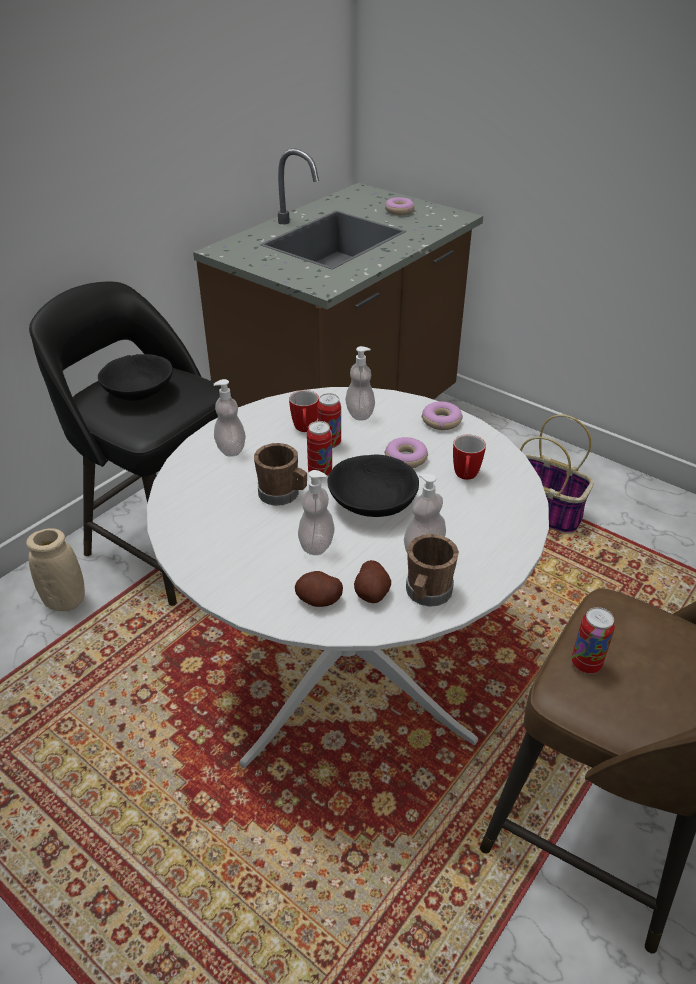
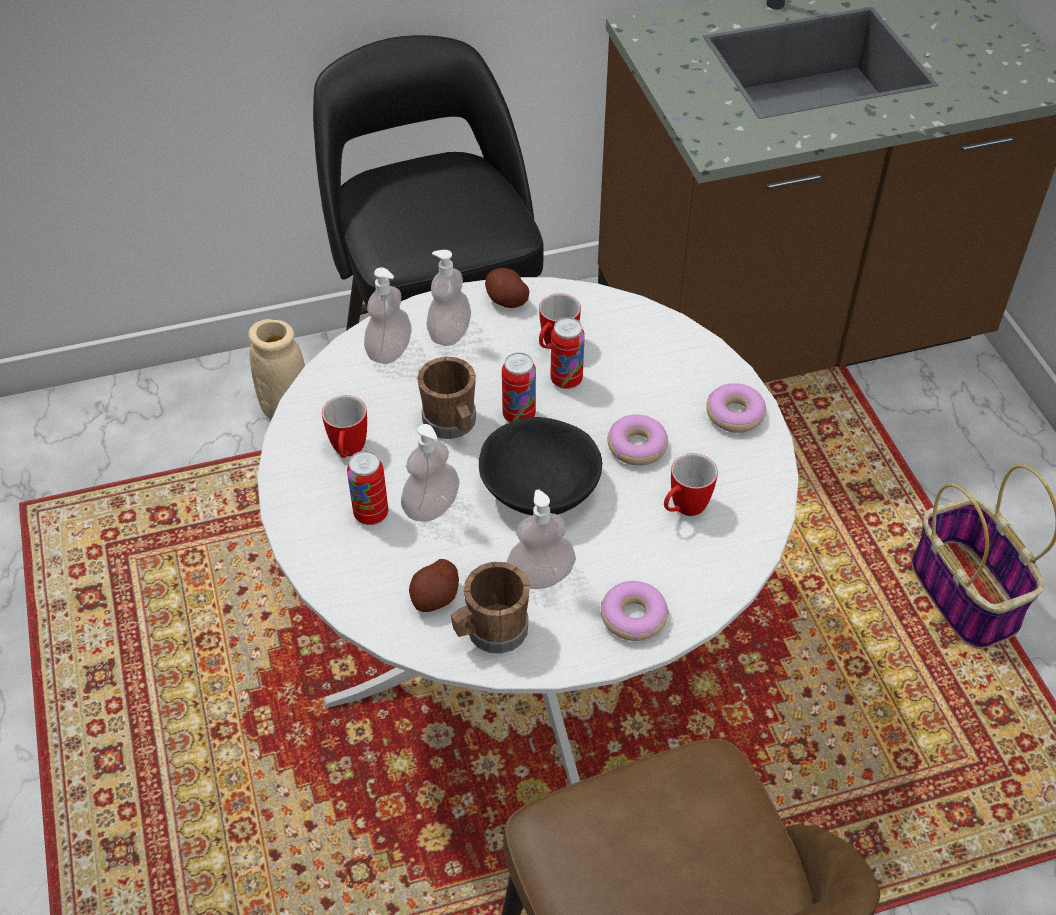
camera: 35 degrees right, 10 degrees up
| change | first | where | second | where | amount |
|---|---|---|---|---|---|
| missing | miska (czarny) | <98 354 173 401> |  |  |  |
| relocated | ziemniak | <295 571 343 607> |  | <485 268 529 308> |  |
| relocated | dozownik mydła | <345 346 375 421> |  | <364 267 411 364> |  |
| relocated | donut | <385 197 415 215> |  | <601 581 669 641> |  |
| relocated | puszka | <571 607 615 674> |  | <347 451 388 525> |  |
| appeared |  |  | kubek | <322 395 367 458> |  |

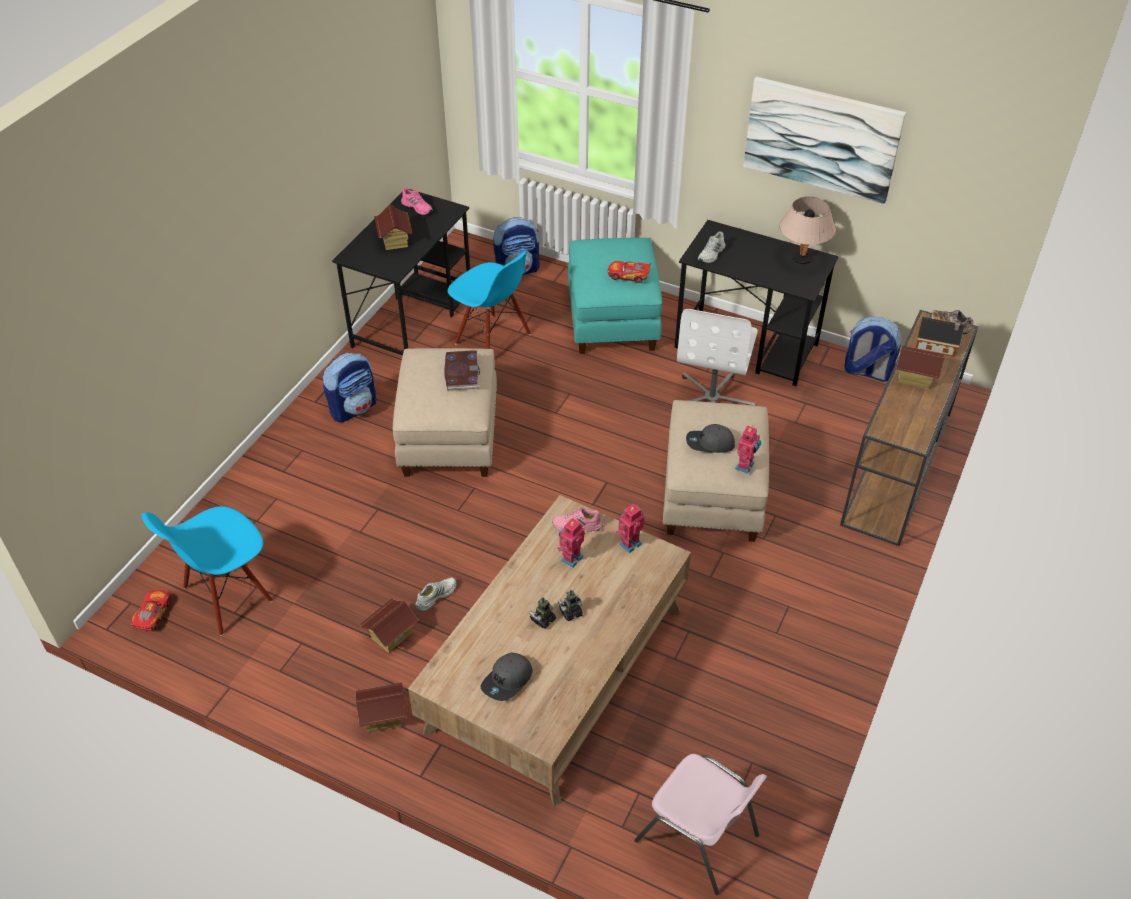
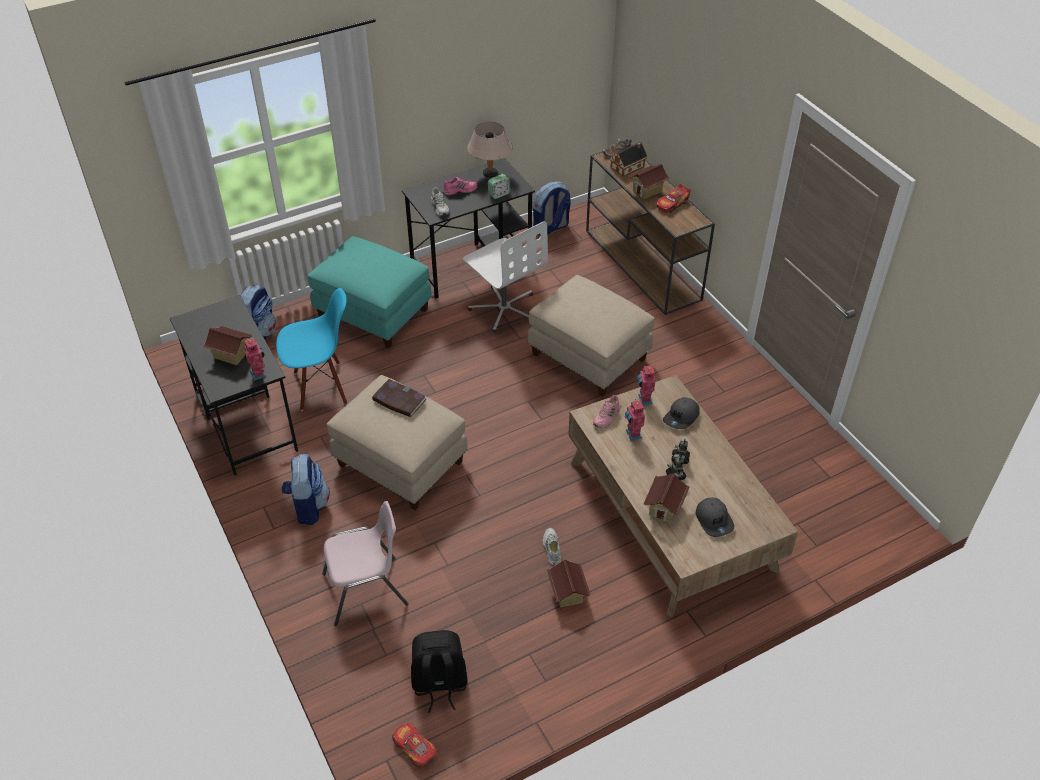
camera: 55 degrees left, 0 degrees up
| change | first | where | second | where | amount |
|---|---|---|---|---|---|
| exchanged | krzesło (niebieski) | <142 506 273 636> | plecak (czarny) | <411 630 468 713> |  |
| relocated | domek | <356 683 407 732> |  | <644 473 690 522> |  |
| relocated | but (różowy) | <401 187 433 215> |  | <442 177 478 195> |  |
| relocated | samochodzik | <608 261 651 283> |  | <656 184 691 213> |  |
| relocated | krzesło (różowy) | <635 754 767 895> |  | <322 501 409 627> |  |
| relocated | czapka z daszkiem (szary) | <686 424 735 453> |  | <663 397 700 429> |  |
| relocated | robot zabawkowy | <735 425 761 474> |  | <245 337 266 381> |  |
| missing | obraz | <743 77 906 204> |  |  |  |
| appeared |  |  | budzik | <488 174 510 199> |  |

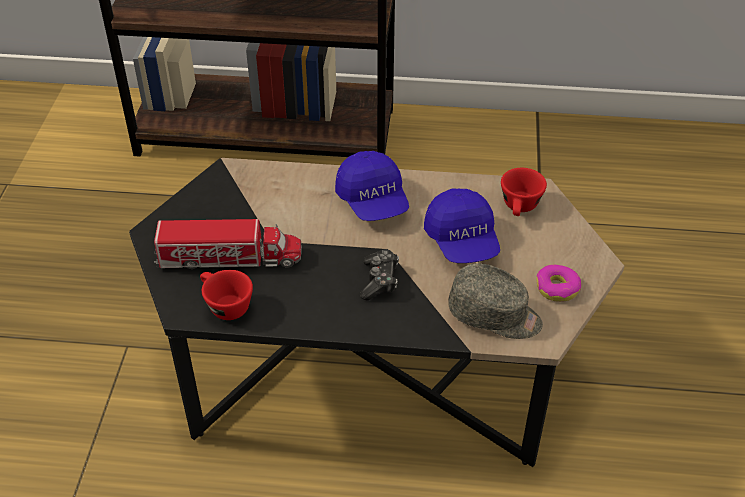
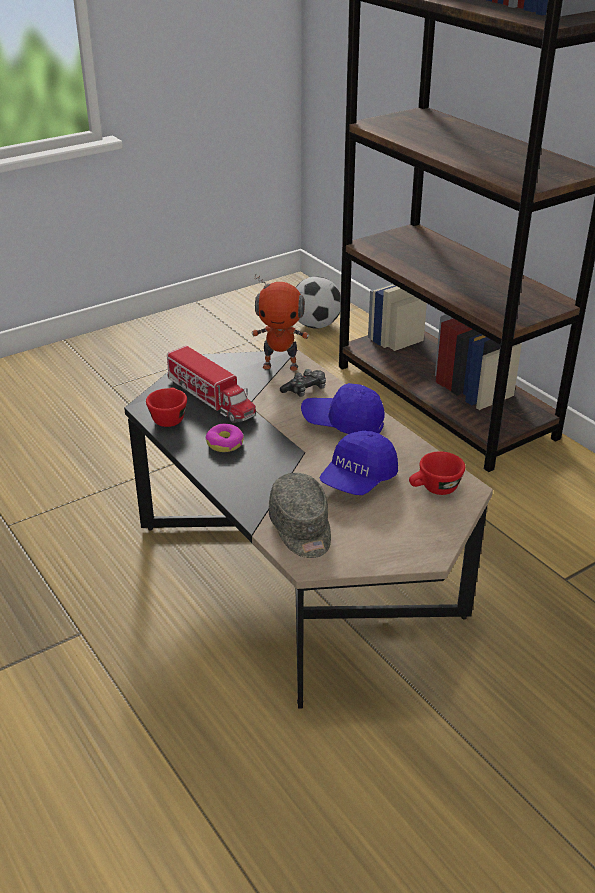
camera: 50 degrees right, 10 degrees down
| change | first | where | second | where | amount |
|---|---|---|---|---|---|
| spun | czapka z daszkiem (niebieski) | <335 151 409 221> |  | <301 383 384 434> | 75 degrees clockwise |
| relocated | pad do gier | <360 249 399 301> |  | <280 369 326 397> |  |
| relocated | donut | <536 265 581 302> |  | <206 424 244 452> |  |
| appeared |  |  | robot zabawkowy | <252 273 309 371> |  |
| appeared |  |  | piłka futbolowa | <295 276 341 328> |  |

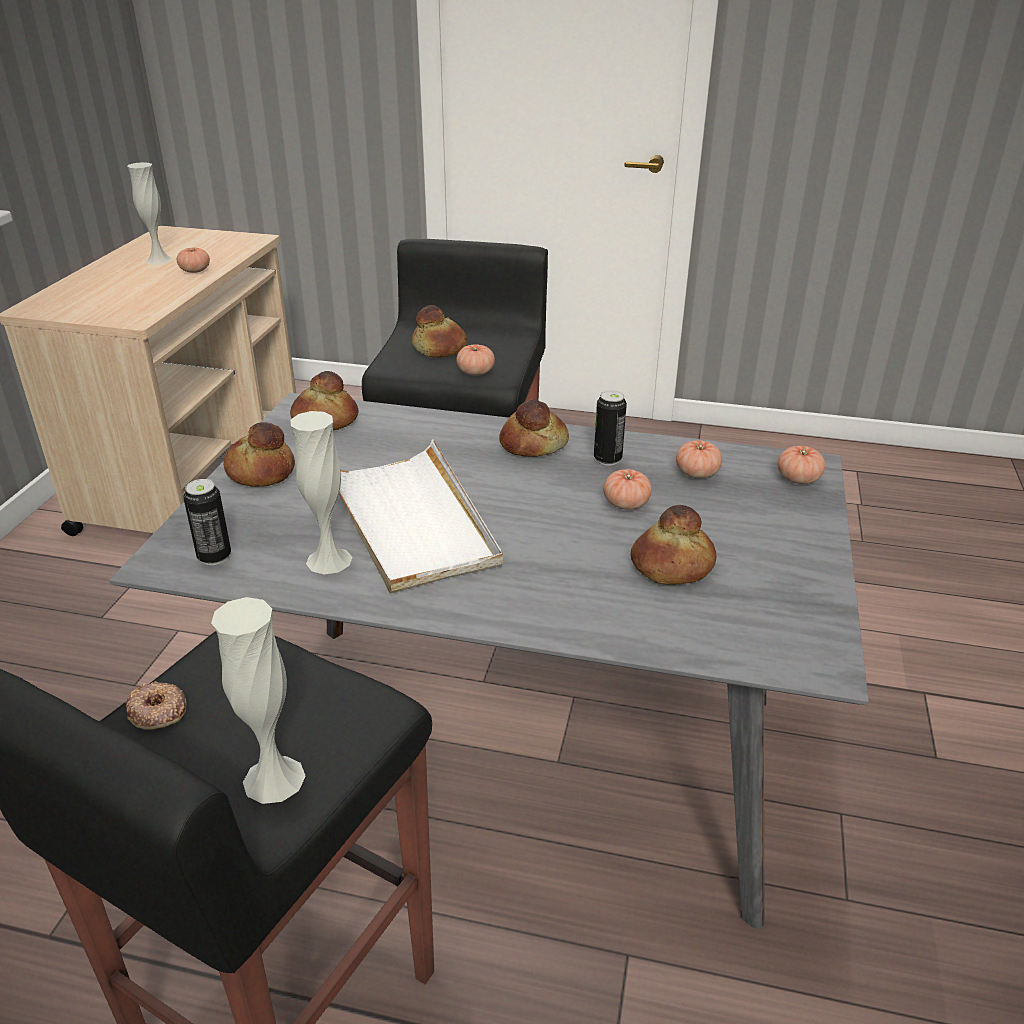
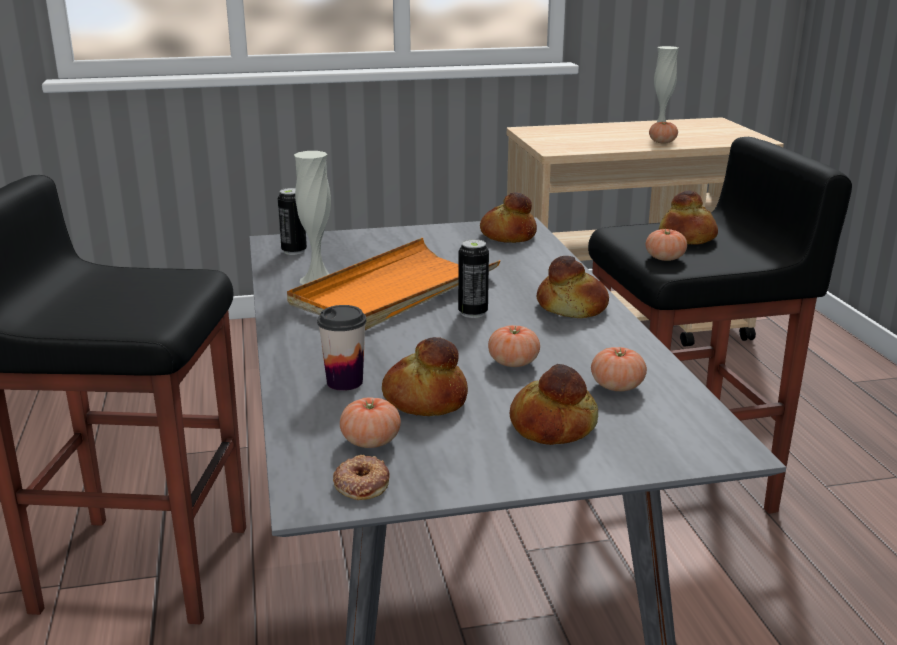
camera: 65 degrees right, 10 degrees down
| change | first | where | second | where | amount |
|---|---|---|---|---|---|
| relocated | donut | <126 681 187 730> |  | <333 455 390 500> |  |
| missing | wazon (biały) | <211 597 306 804> |  |  |  |
| relocated | chleb | <223 422 295 487> |  | <510 364 598 445> |  |
| colour | taca (biały) | <339 439 503 594> | taca (pomarańczowy) | <287 238 500 330> |  |
| relocated | puszka | <594 390 627 466> |  | <458 239 489 318> |  |
| relocated | pomidor | <777 446 825 484> |  | <340 397 401 448> |  |
| appeared |  |  | filiżanka | <317 305 367 391> |  |

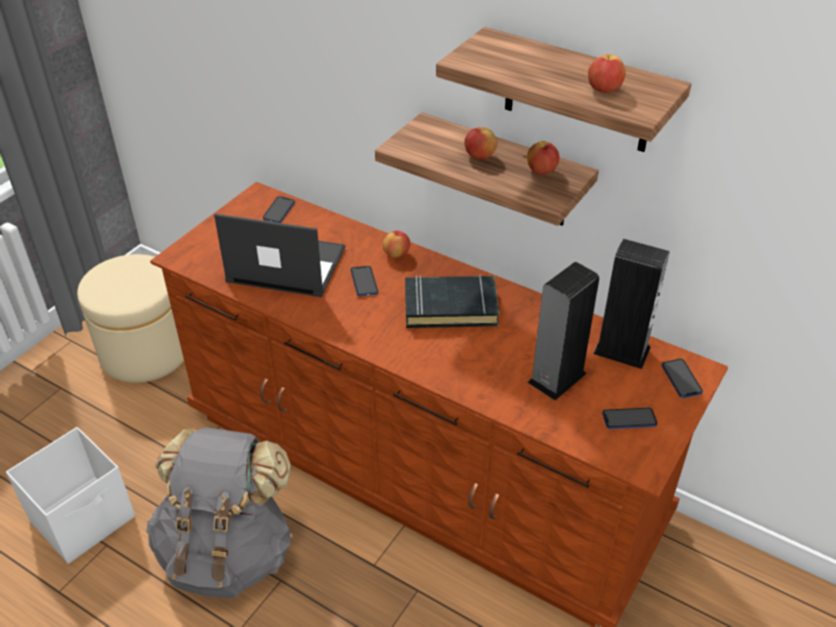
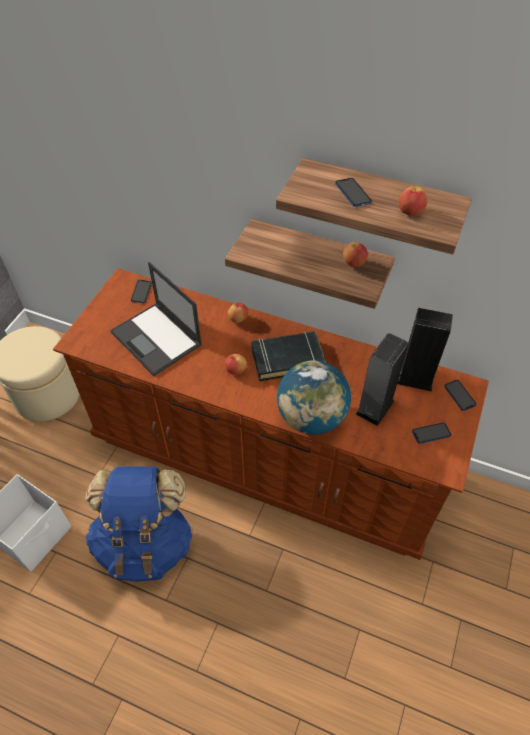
camera: 10 degrees left, 10 degrees up
| change | first | where | second | where | amount |
|---|---|---|---|---|---|
| colour | plecak (szary) | <146 427 293 598> | plecak (niebieski) | <85 466 193 581> |  |
| spun | laptop | <214 213 346 297> |  | <110 262 202 376> | 135 degrees counterclockwise |
| relocated | telefon | <350 266 378 296> |  | <335 178 372 207> |  |
| relocated | jabłko | <465 127 497 159> |  | <225 354 247 375> |  |
| appeared |  |  | globus | <277 360 351 435> |  |

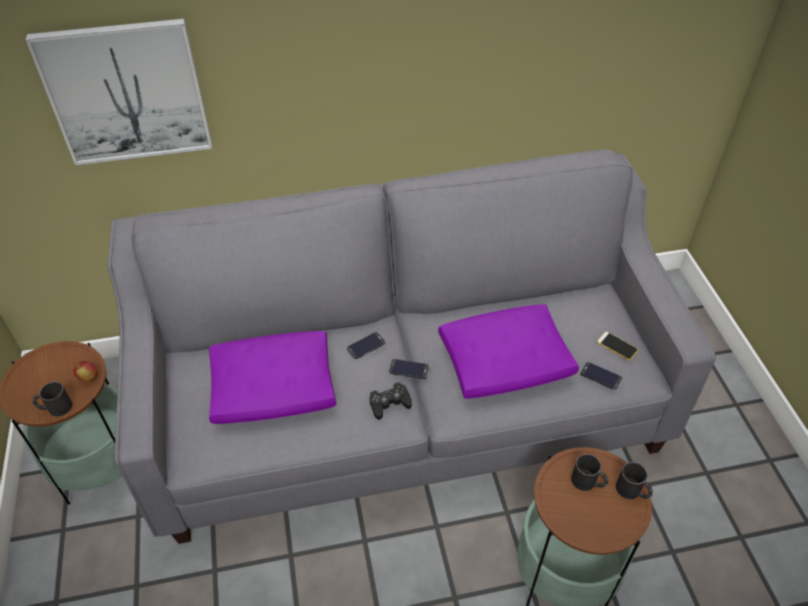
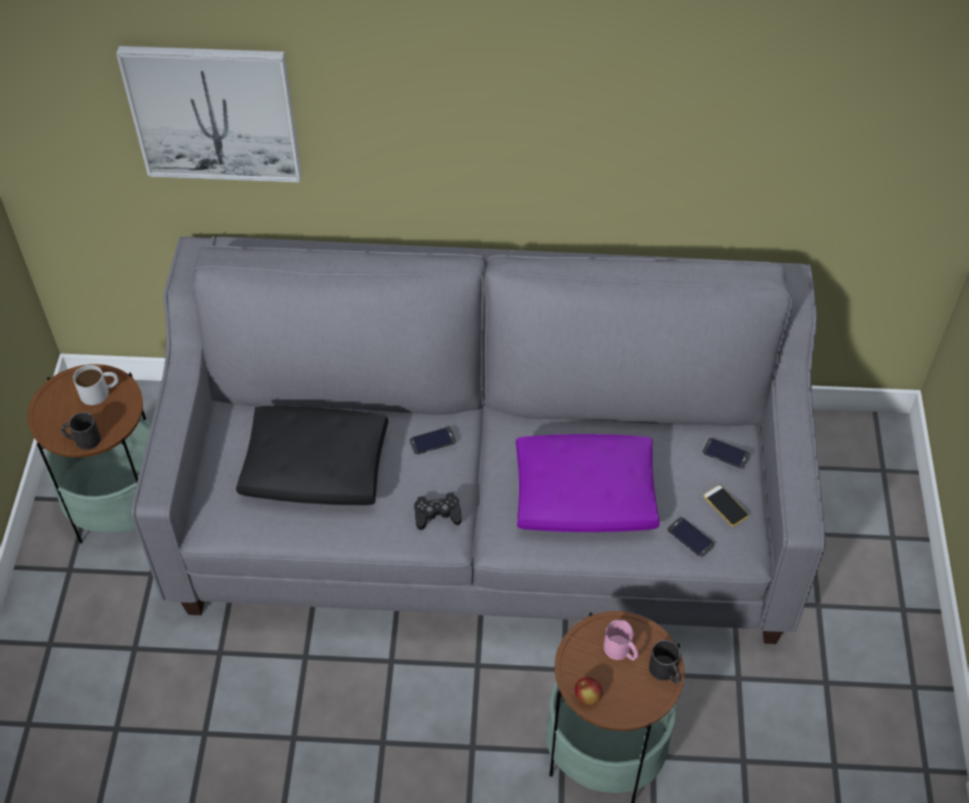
camera: 15 degrees right, 5 degrees up
| change | first | where | second | where | amount |
|---|---|---|---|---|---|
| relocated | jabłko | <73 361 98 382> |  | <575 677 603 705> |  |
| colour | poduszka (fioletowy) | <209 331 336 424> | poduszka (czarny) | <236 406 388 505> |  |
| relocated | telefon | <389 359 429 379> |  | <703 438 750 468> |  |
| colour | kubek (czarny) | <571 454 608 491> | kubek (różowy) | <604 620 638 660> |  |
| appeared |  |  | kubek (biały) | <73 365 118 405> |  |

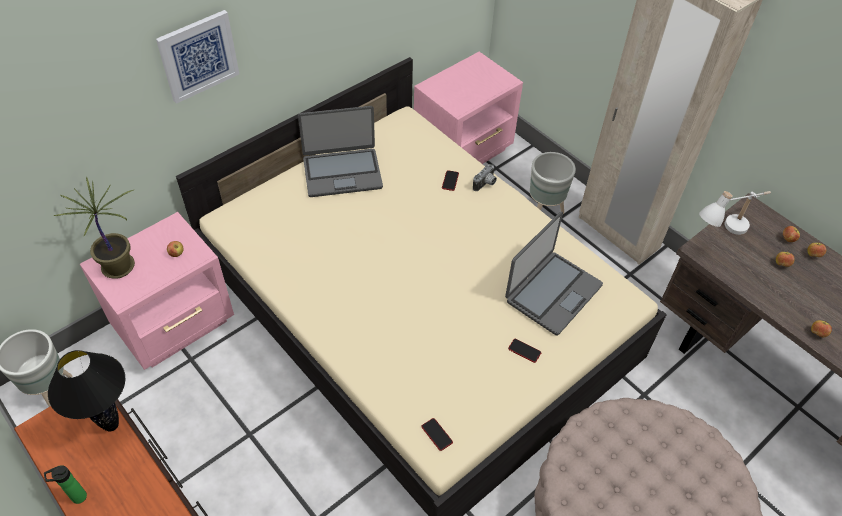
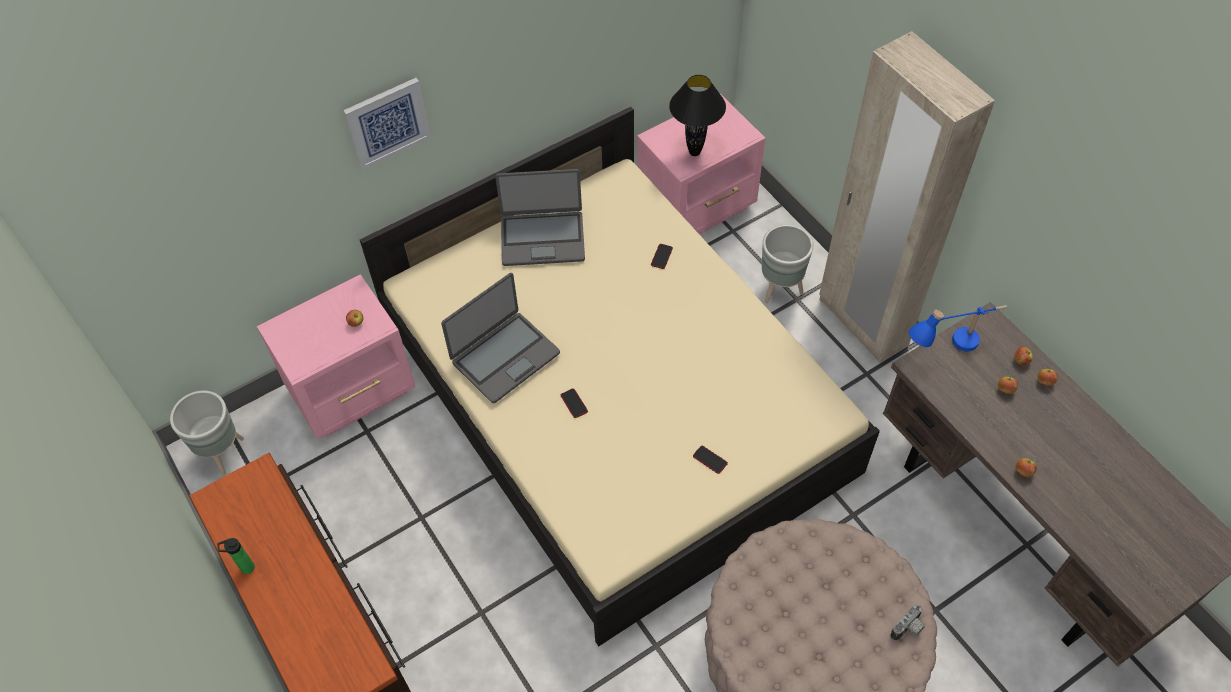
camera: 10 degrees right, 5 degrees up
| change | first | where | second | where | amount |
|---|---|---|---|---|---|
| relocated | lampa stołowa (czarny) | <48 350 125 431> |  | <669 75 726 156> |  |
| missing | roślina doniczkowa | <53 177 135 279> |  |  |  |
| relocated | telefon | <421 418 453 451> |  | <561 388 588 418> |  |
| relocated | aparat fotograficzny | <473 164 497 191> |  | <890 604 925 641> |  |
| relocated | laptop | <505 212 603 335> |  | <441 273 560 403> |  |
| colour | lampa stołowa (biały) | <699 191 771 235> | lampa stołowa (niebieski) | <909 305 1007 351> |  |

